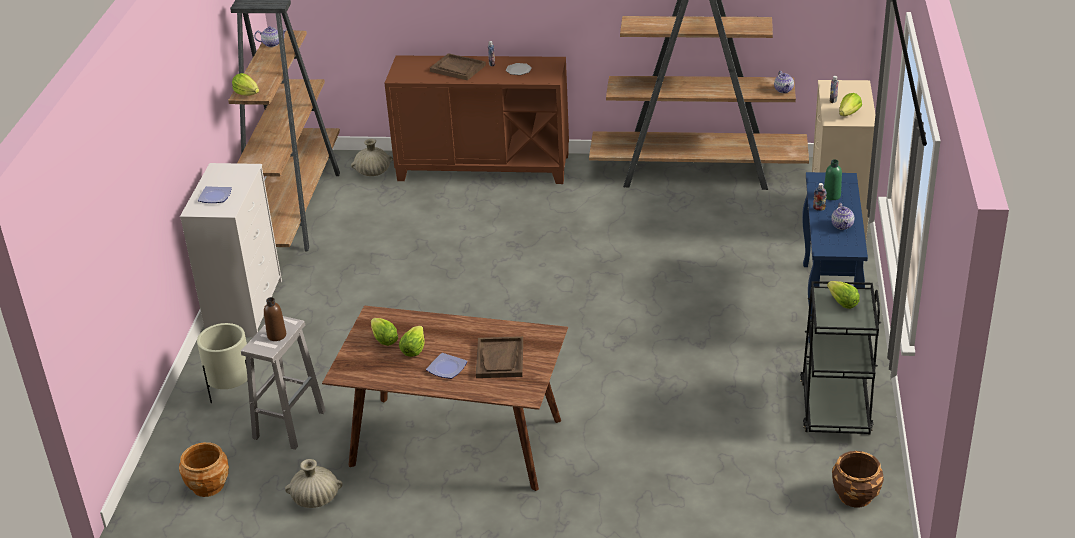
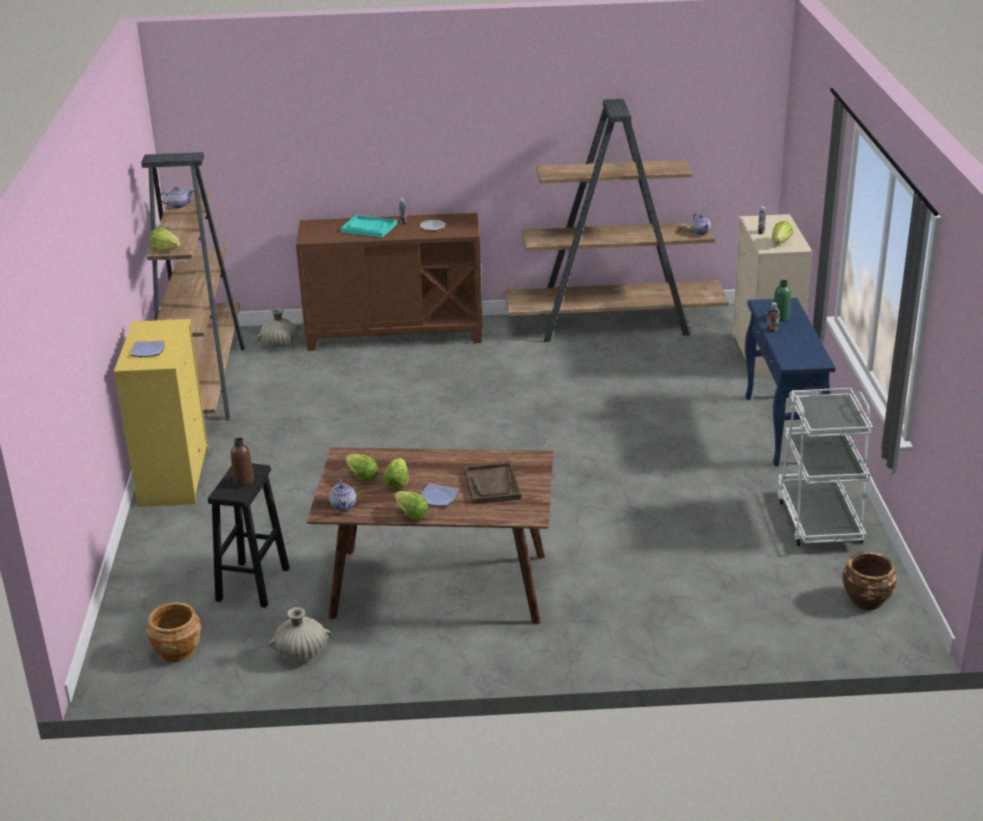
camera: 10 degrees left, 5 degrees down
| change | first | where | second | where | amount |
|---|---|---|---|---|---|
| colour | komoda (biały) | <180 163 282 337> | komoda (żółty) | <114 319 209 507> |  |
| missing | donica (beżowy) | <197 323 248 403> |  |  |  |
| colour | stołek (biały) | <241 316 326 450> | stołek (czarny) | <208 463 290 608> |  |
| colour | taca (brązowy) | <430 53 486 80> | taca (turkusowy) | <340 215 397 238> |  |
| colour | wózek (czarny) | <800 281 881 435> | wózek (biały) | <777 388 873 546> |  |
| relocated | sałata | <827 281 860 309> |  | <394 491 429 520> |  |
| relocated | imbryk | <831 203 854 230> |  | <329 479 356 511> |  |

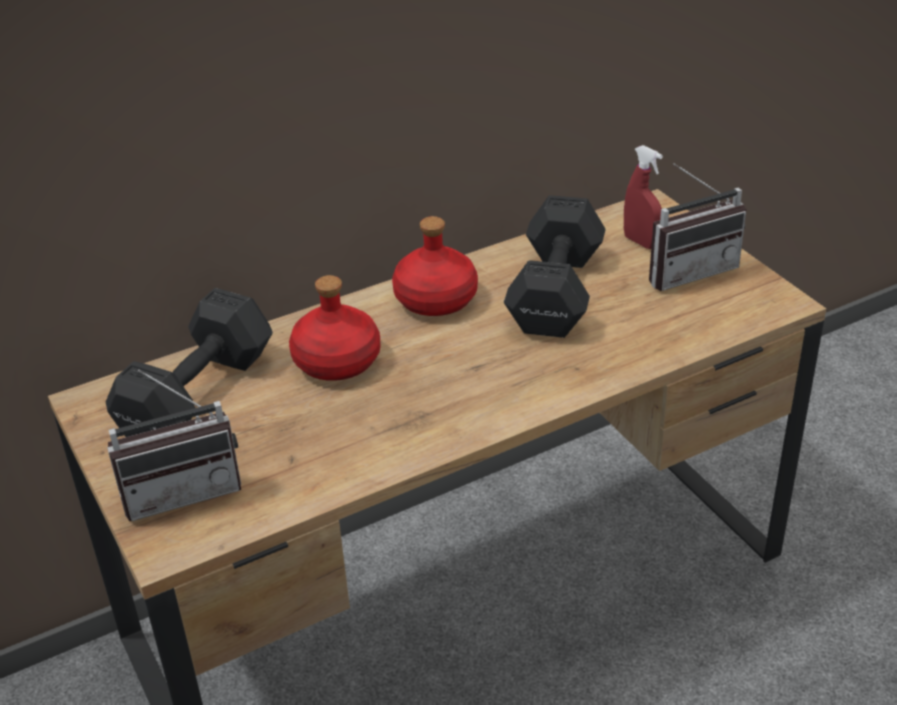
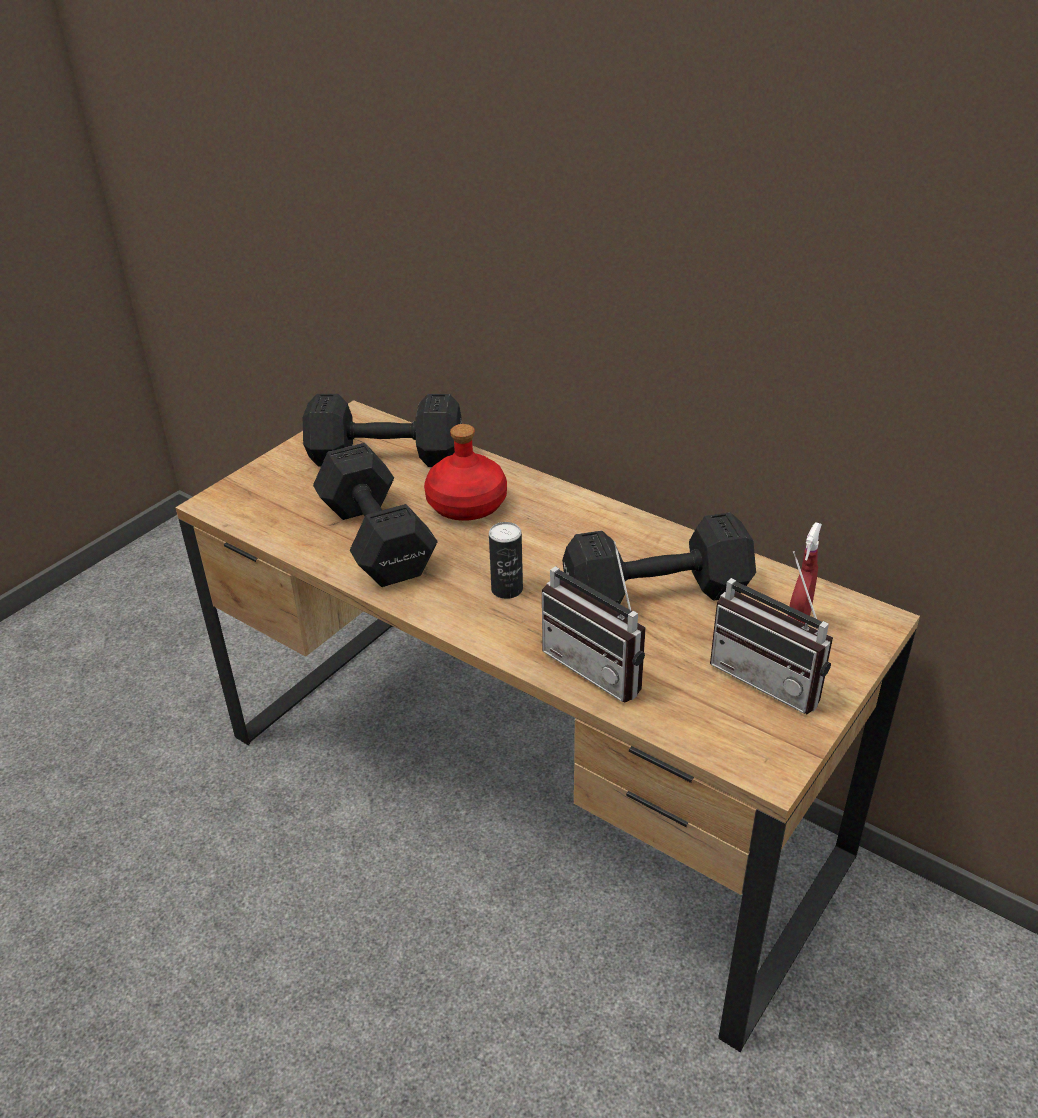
camera: 65 degrees right, 0 degrees up
| change | first | where | second | where | amount |
|---|---|---|---|---|---|
| relocated | radio | <107 369 241 521> |  | <542 541 646 703> |  |
| missing | butelka (czerwony) | <392 216 478 316> |  |  |  |
| appeared |  |  | hantel (czarny) | <313 443 437 587> |  |
| appeared |  |  | puszka | <489 522 523 599> |  |

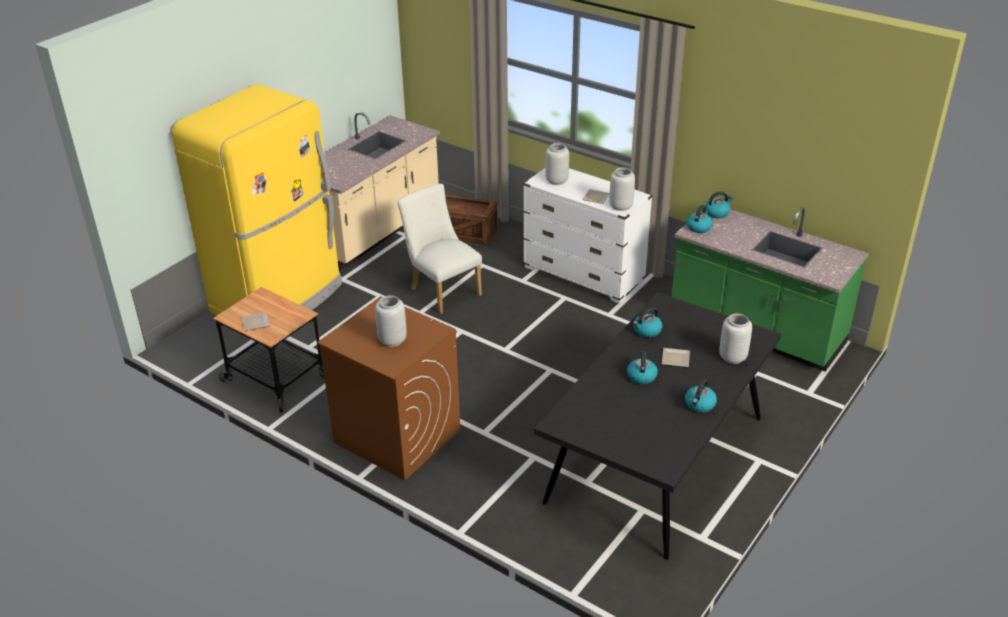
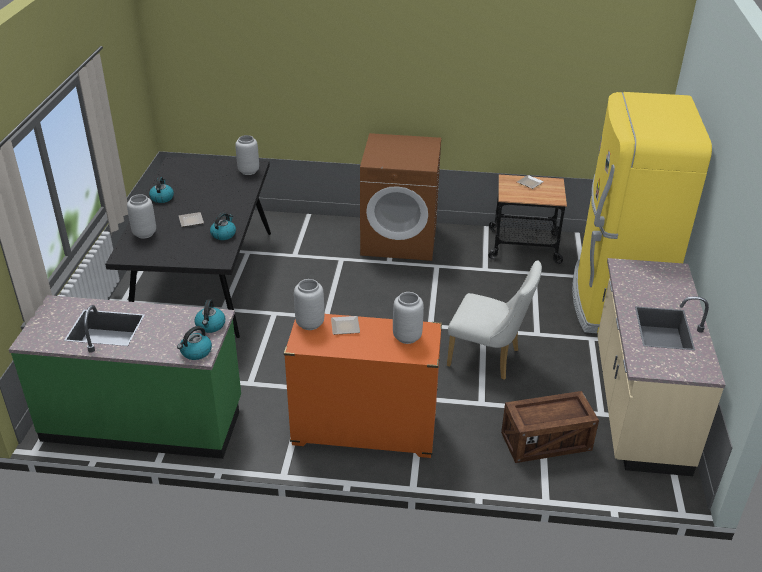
camera: 150 degrees right, 0 degrees up
| change | first | where | second | where | amount |
|---|---|---|---|---|---|
| relocated | wazon (szary) | <375 295 407 347> |  | <235 135 259 175> |  |
| colour | komoda (biały) | <523 168 653 304> | komoda (pomarańczowy) | <284 314 442 458> |  |
| missing | czajnik | <627 351 658 384> |  |  |  |

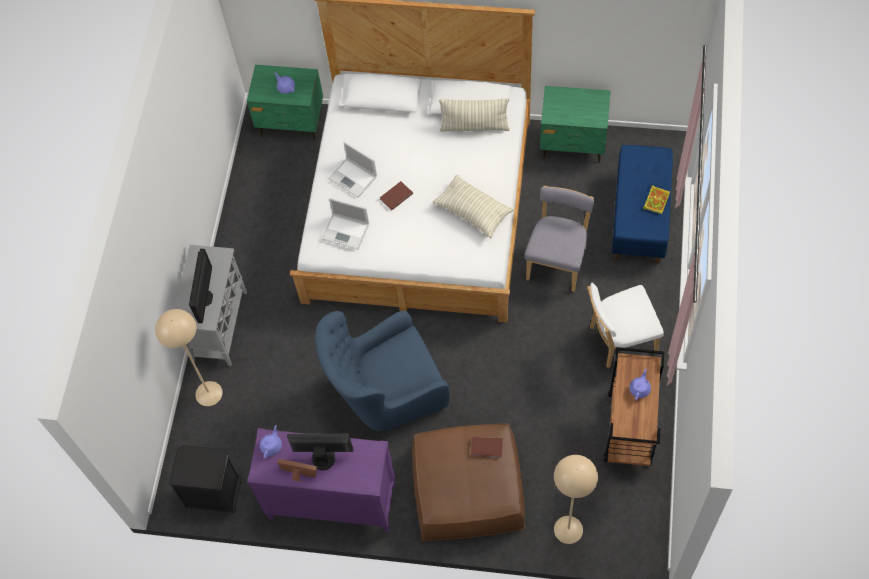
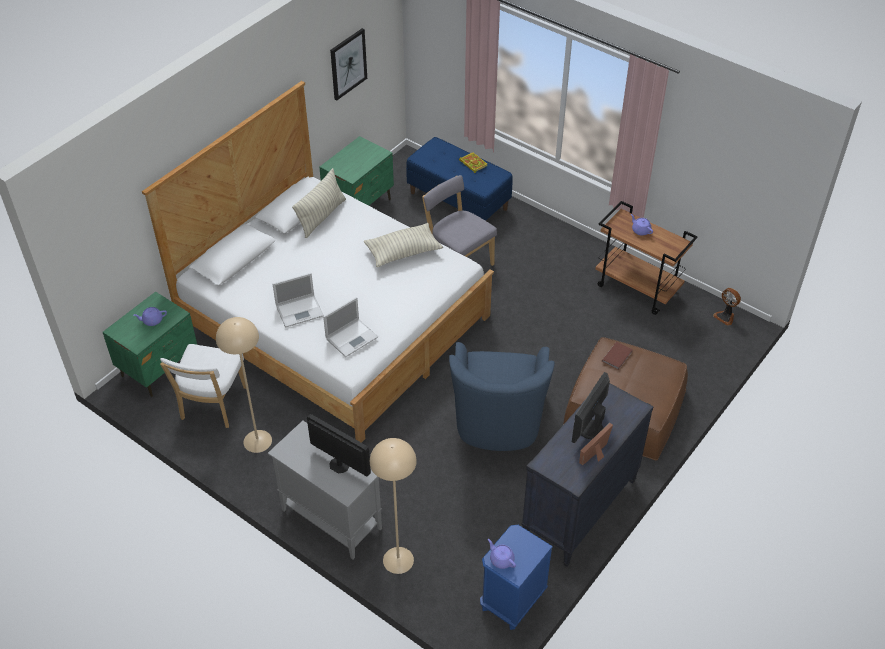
camera: 65 degrees left, 15 degrees down
| change | first | where | second | where | amount |
|---|---|---|---|---|---|
| colour | szafka nocna (czarny) | <169 445 242 513> | szafka nocna (niebieski) | <480 525 553 630> |  |
| colour | komoda (fioletowy) | <247 428 396 532> | komoda (czarny) | <521 383 654 567> |  |
| relocated | imbryk (fioletowy) | <260 425 282 459> |  | <488 539 516 569> |  |
| missing | książka (brązowy) | <380 181 413 210> |  |  |  |
| relocated | lampa stojąca (beżowy) | <554 455 598 544> |  | <216 317 272 453> |  |
| relocated | krzesło (biały) | <588 283 664 368> |  | <160 344 246 428> |  |
| appeared |  |  | obraz | <330 28 367 101> |  |
| appeared |  |  | wentylator | <713 288 741 326> |  |

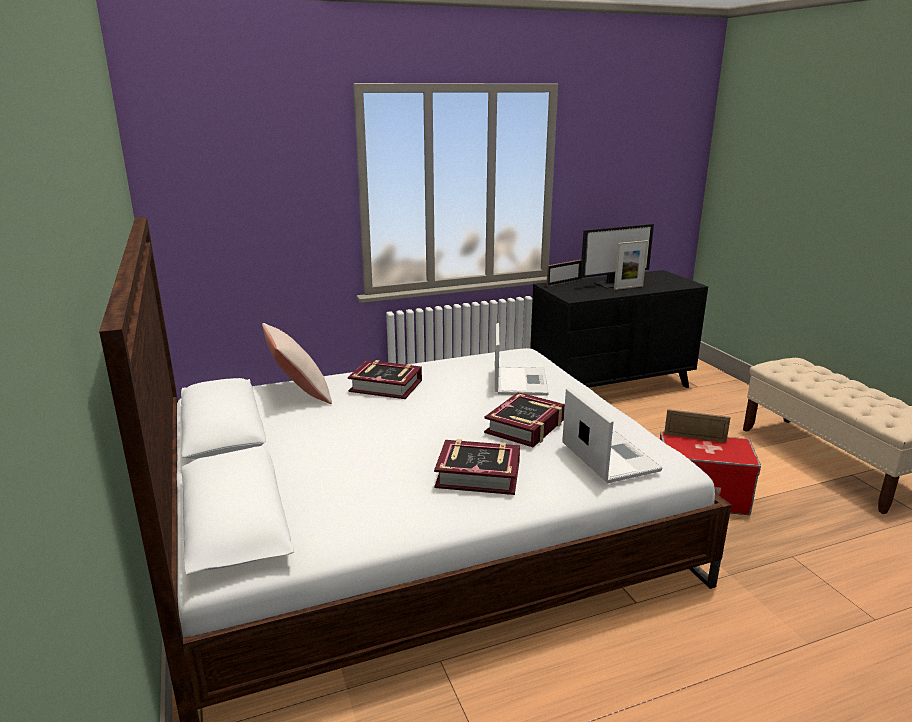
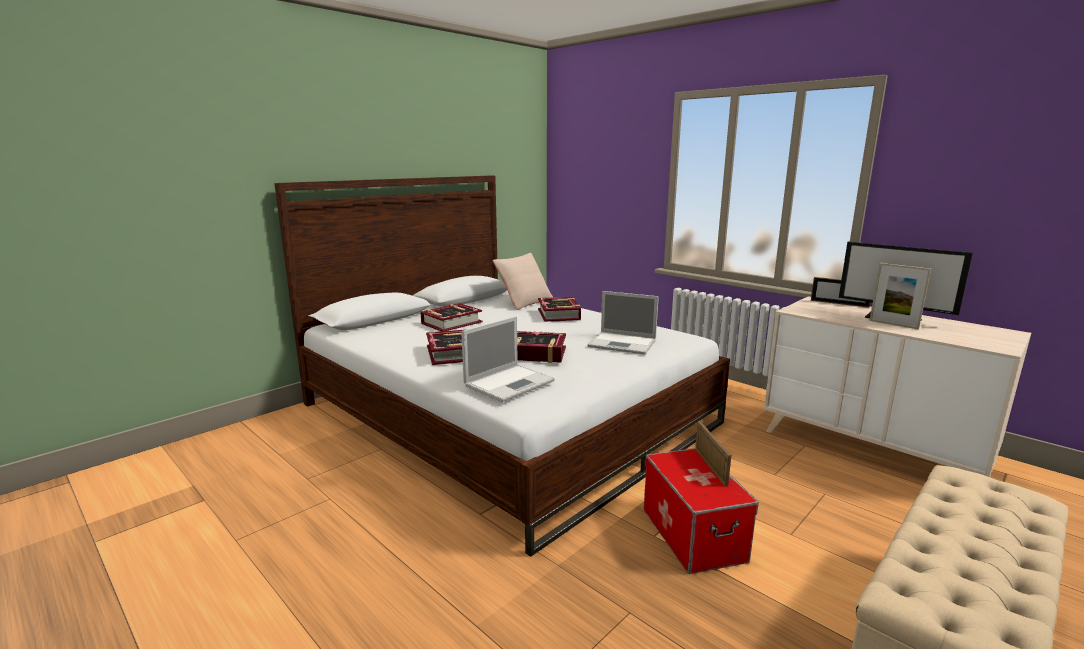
camera: 65 degrees right, 5 degrees down
| change | first | where | second | where | amount |
|---|---|---|---|---|---|
| spun | laptop | <495 323 549 396> |  | <588 291 659 355> | 45 degrees clockwise |
| colour | komoda (czarny) | <530 270 708 388> | komoda (beżowy) | <764 297 1031 477> |  |
| appeared |  |  | książka | <421 303 483 331> |  |

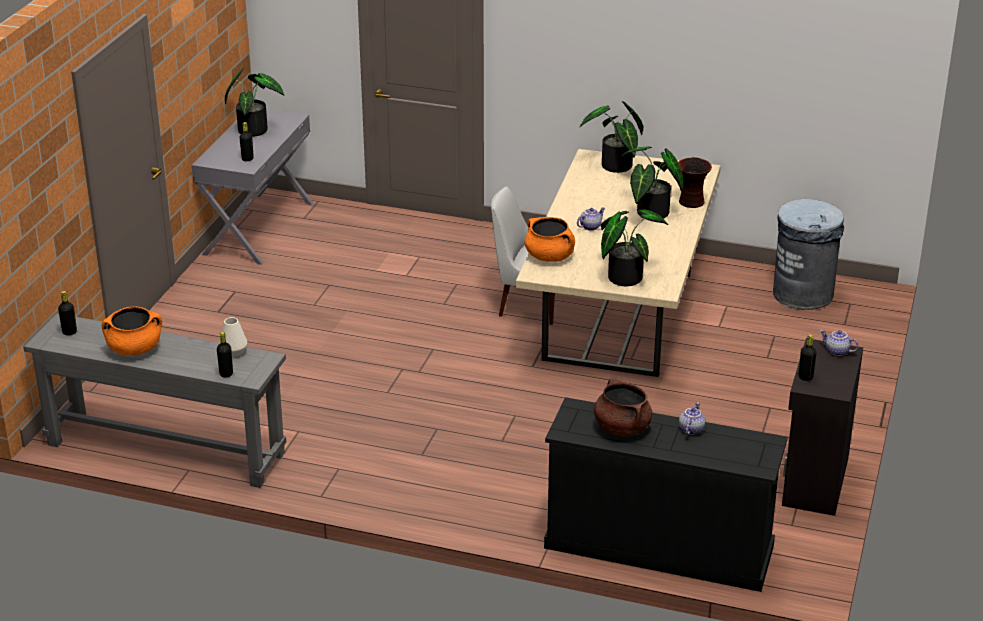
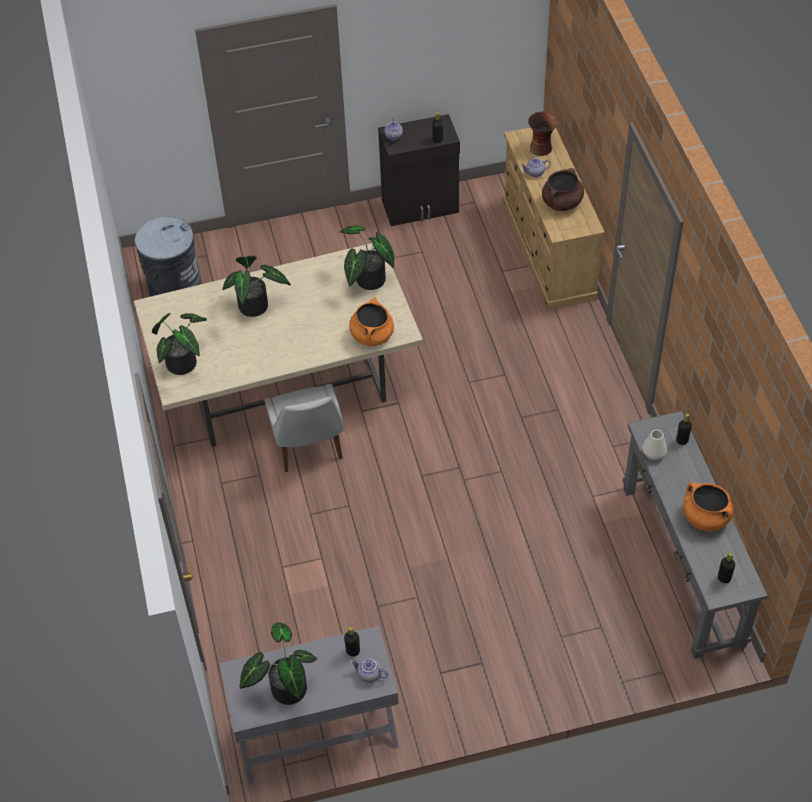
camera: 120 degrees left, 20 degrees up
| change | first | where | second | where | amount |
|---|---|---|---|---|---|
| colour | komoda (czarny) | <544 397 788 592> | komoda (beżowy) | <503 127 605 310> |  |
| relocated | imbryk | <577 207 605 230> |  | <351 658 388 683> |  |
| relocated | wazon | <678 157 712 208> |  | <528 112 558 156> |  |

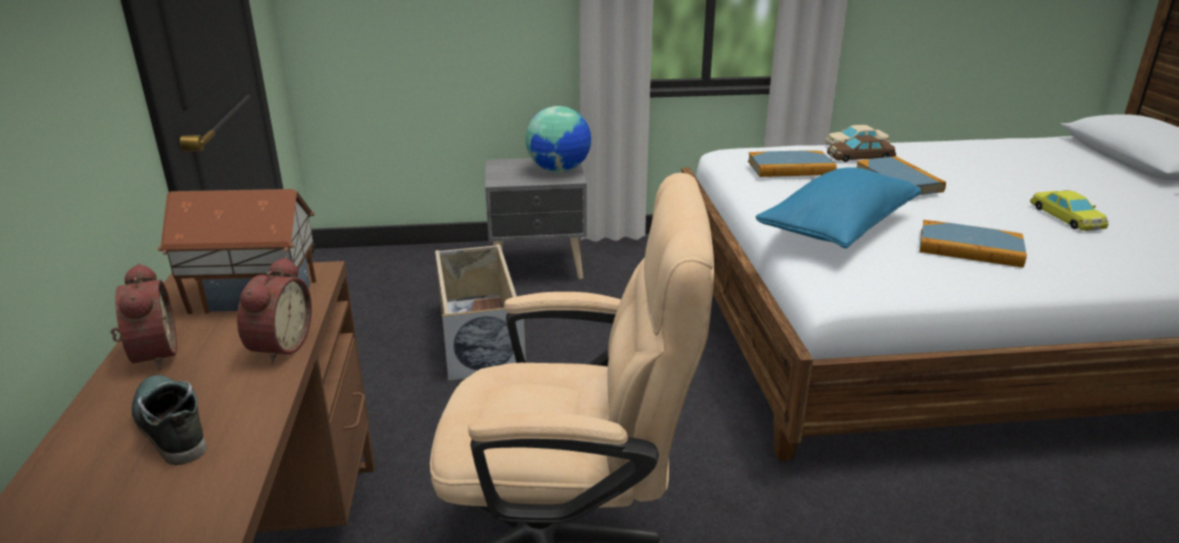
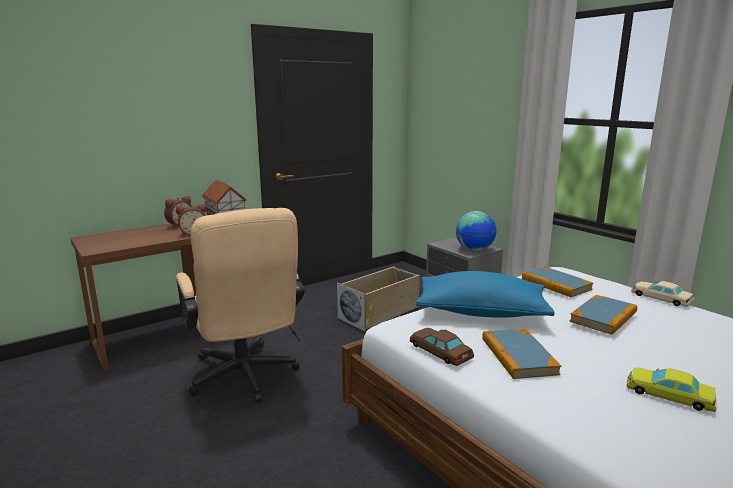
camera: 60 degrees right, 10 degrees down
| change | first | where | second | where | amount |
|---|---|---|---|---|---|
| missing | but | <132 375 207 465> |  |  |  |
| relocated | samochodzik (brązowy) | <827 135 896 162> |  | <410 328 474 366> |  |
| spun | samochodzik (żółty) | <1030 190 1108 231> |  | <627 368 716 412> | 75 degrees clockwise |

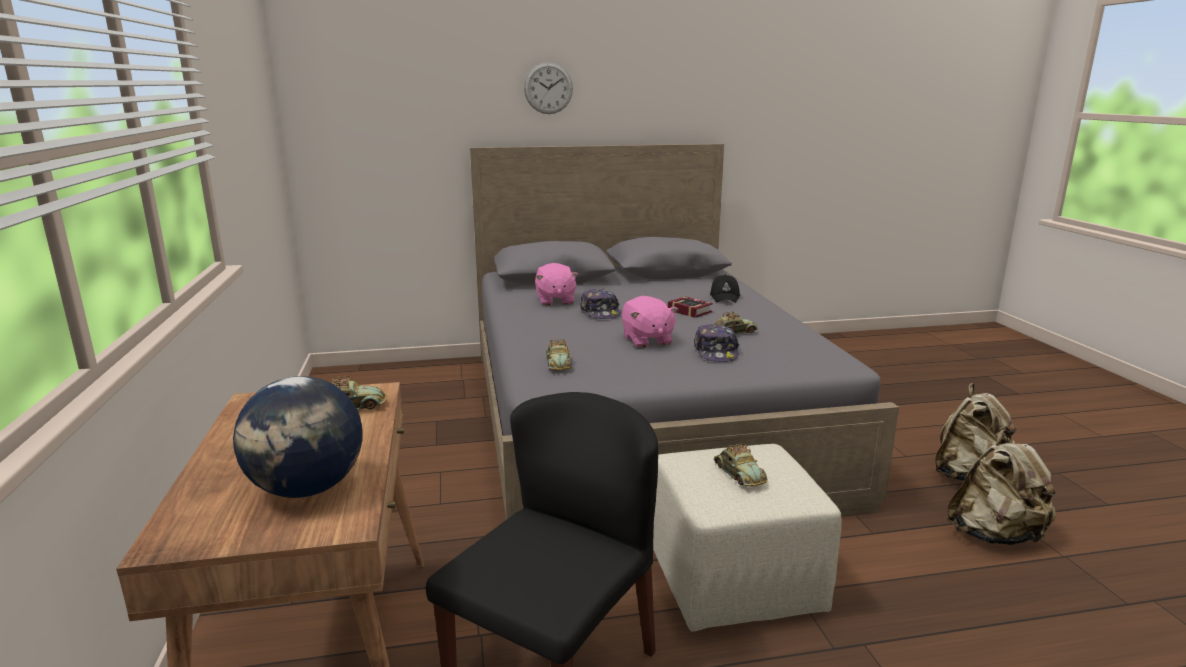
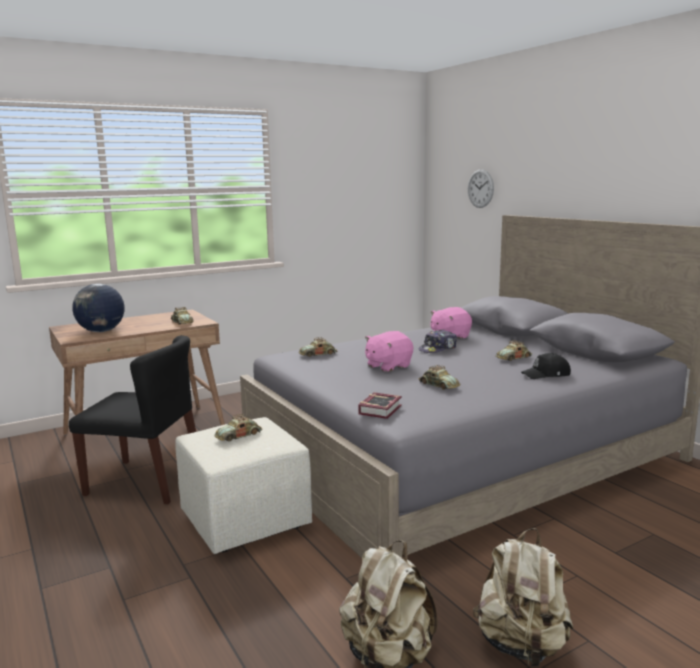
camera: 70 degrees right, 5 degrees down
| change | first | where | second | where | amount |
|---|---|---|---|---|---|
| relocated | zegar ścienny | <524 62 573 114> |  | <468 169 494 208> |  |
| relocated | książka | <668 296 713 318> |  | <358 392 402 419> |  |
| missing | czapka z daszkiem | <694 324 740 362> |  |  |  |
| appeared |  |  | samochodzik | <496 340 532 361> |  |

